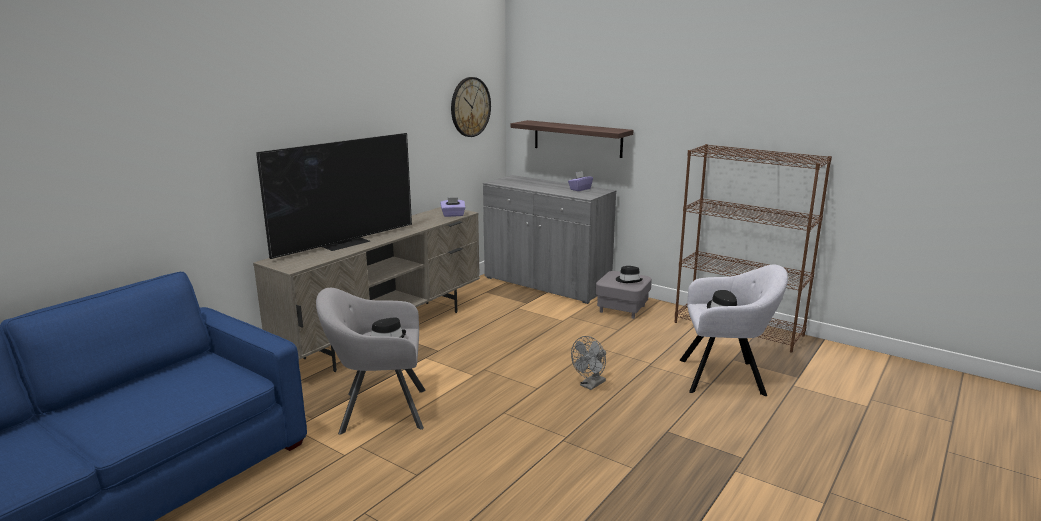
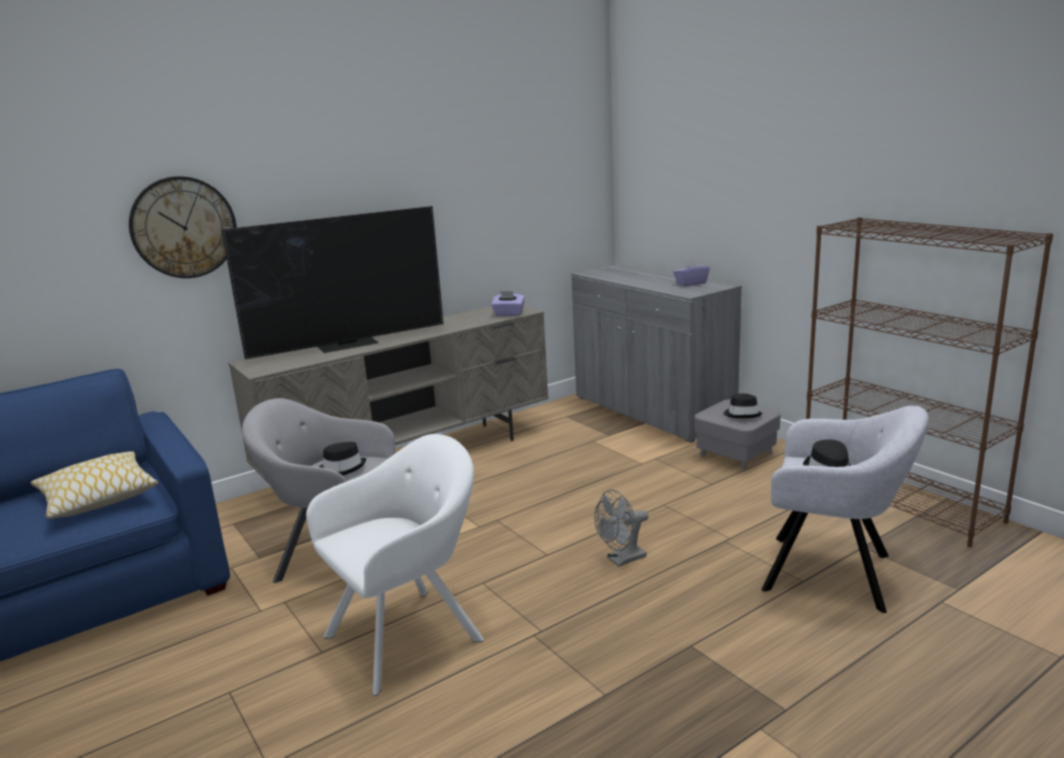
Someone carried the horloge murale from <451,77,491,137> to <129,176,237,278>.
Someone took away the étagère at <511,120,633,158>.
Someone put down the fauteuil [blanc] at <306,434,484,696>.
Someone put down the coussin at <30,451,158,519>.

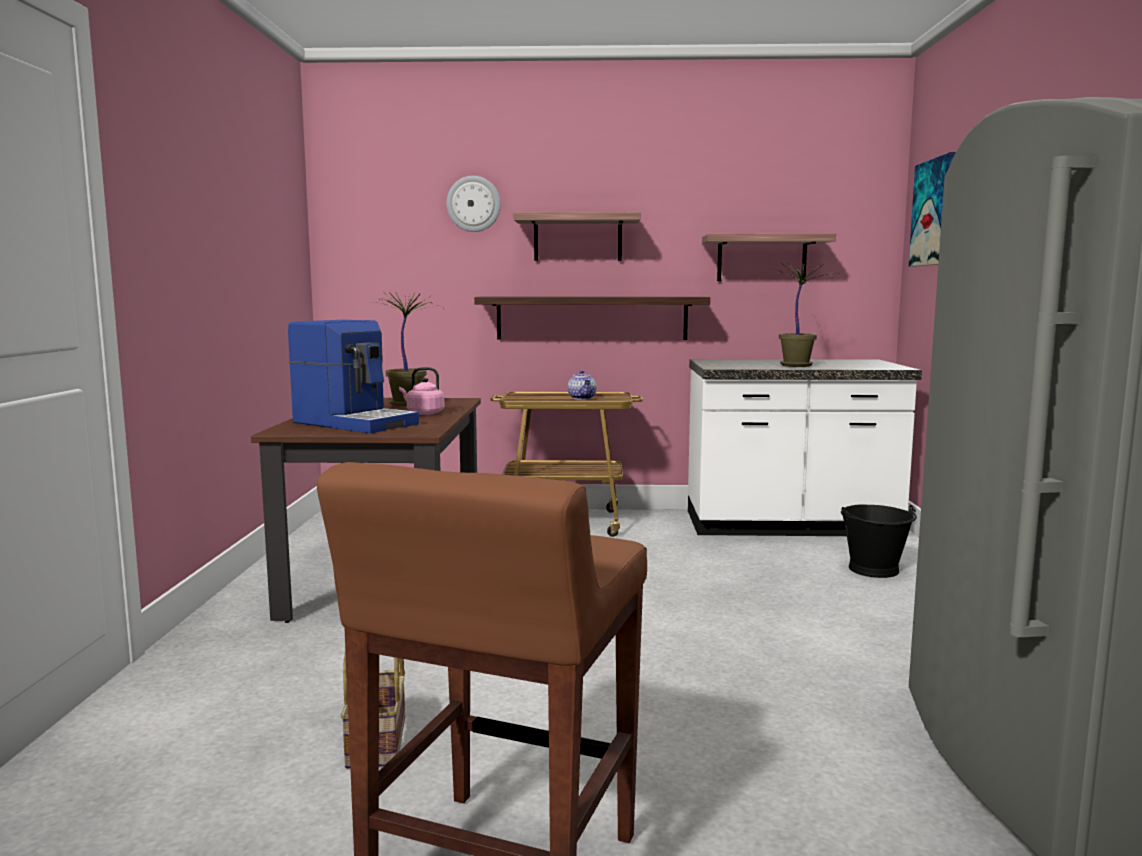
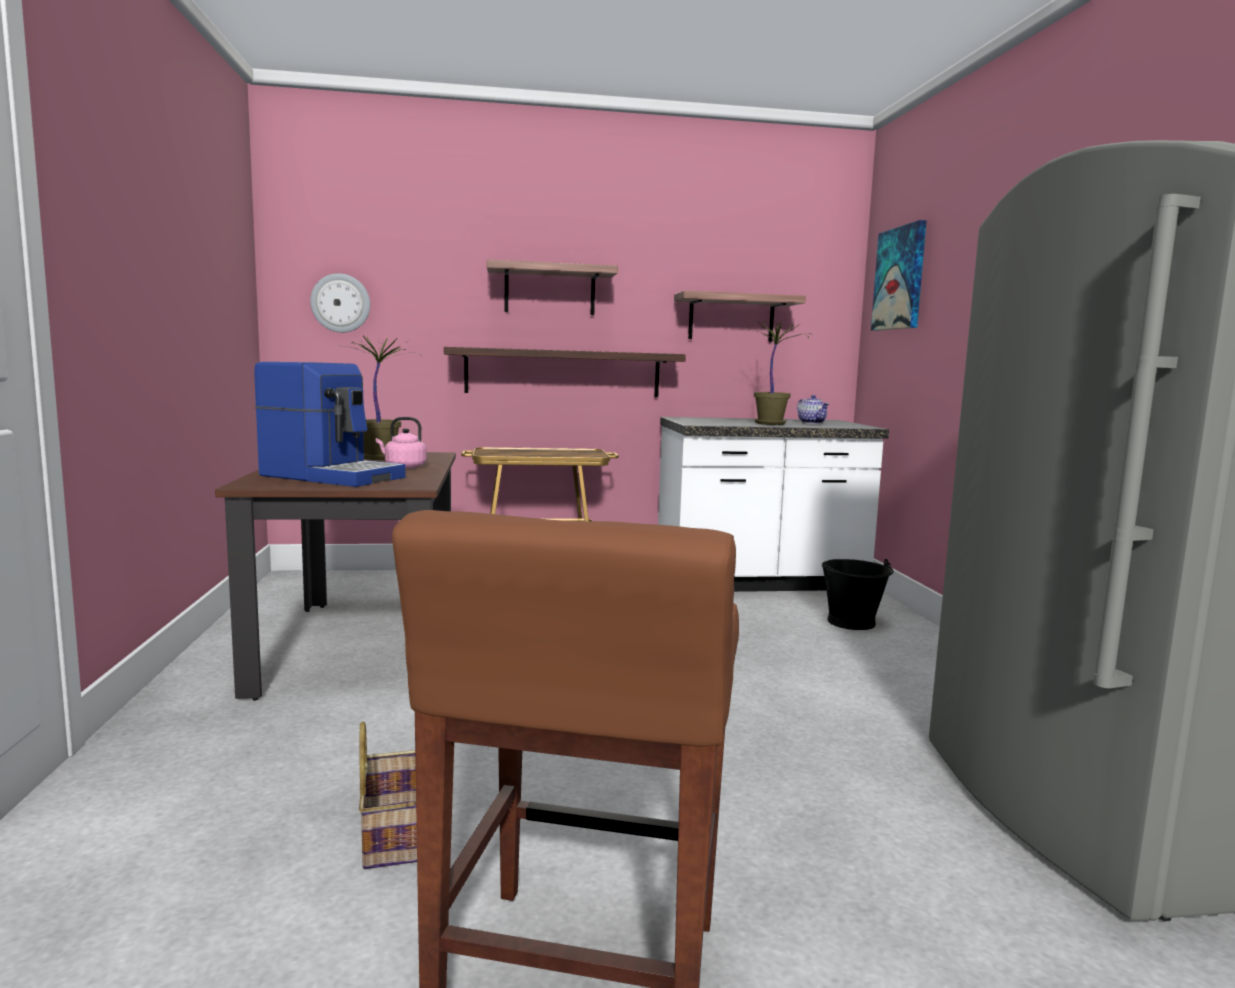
Someone carried the horloge murale from <446,176,501,232> to <310,273,370,333>.
Someone carried the théière from <568,370,597,400> to <797,395,829,424>.

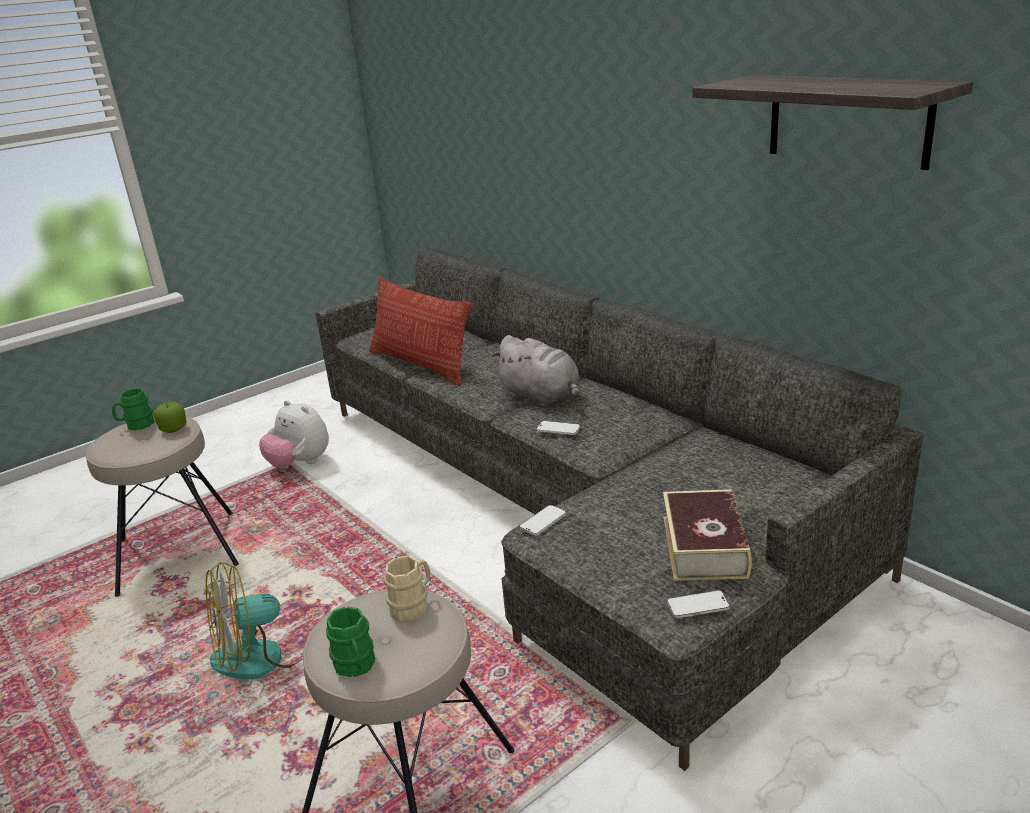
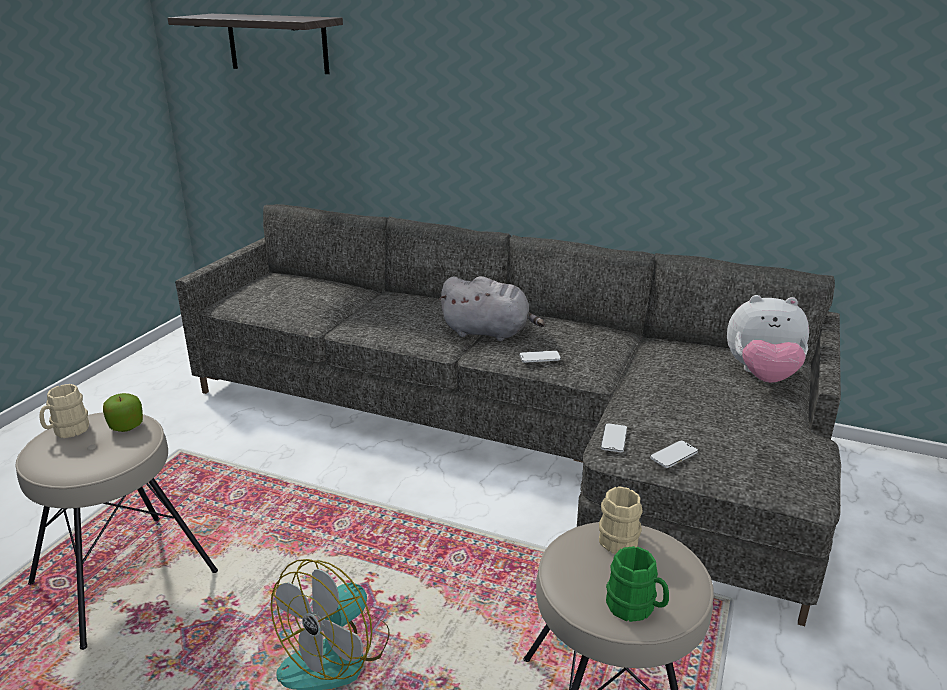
Someone carried the étagère from <692,75,973,170> to <168,14,343,74>.
Someone took away the coussin at <369,277,472,385>.
Someone repainted the mug [vert] at <112,388,155,430>, which became the mug [beige] at <39,384,89,438>.
Someone carried the peluche from <259,400,329,469> to <727,295,809,383>.
Someone took away the livre at <663,489,752,581>.
Someone carried the téléphone from <667,590,730,618> to <650,441,698,468>.

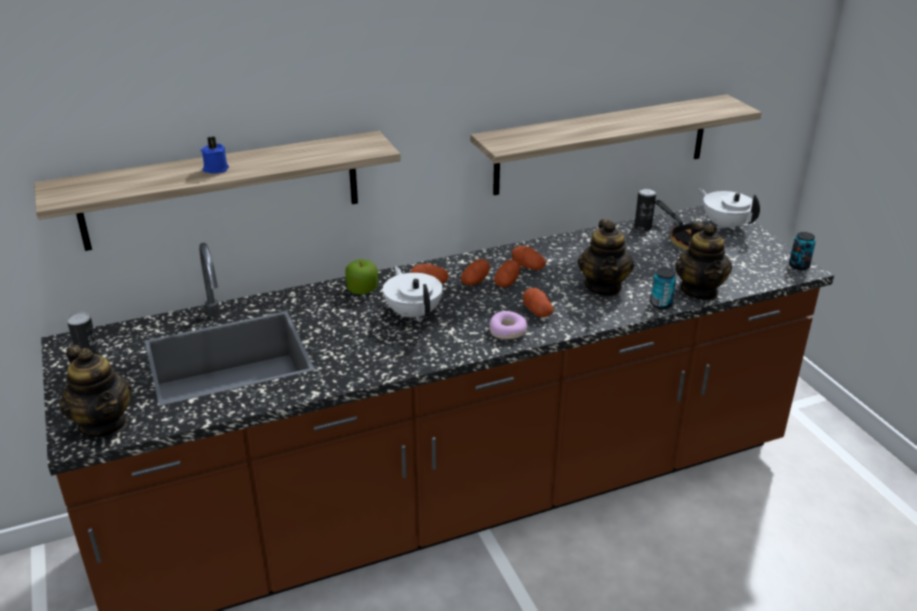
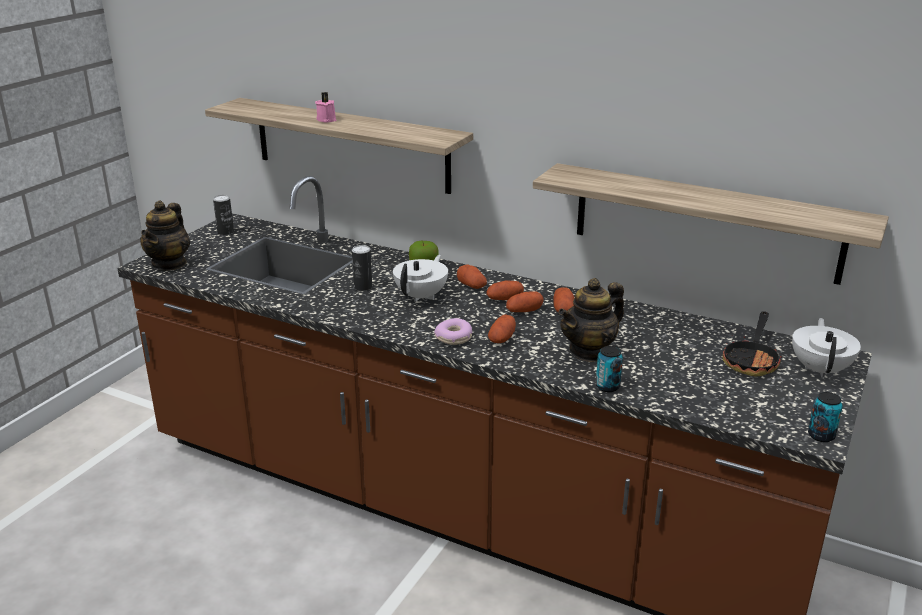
Someone repainted the bougie [bleu] at <201,136,229,174>, which became the bougie [rose] at <315,92,336,123>.
Someone carried the boîte métallique from <634,188,656,231> to <352,245,372,291>.
Someone took away the théière at <675,222,732,300>.

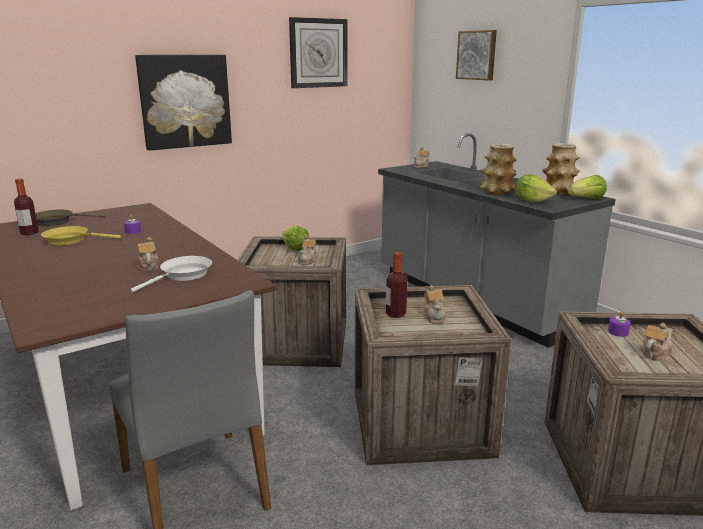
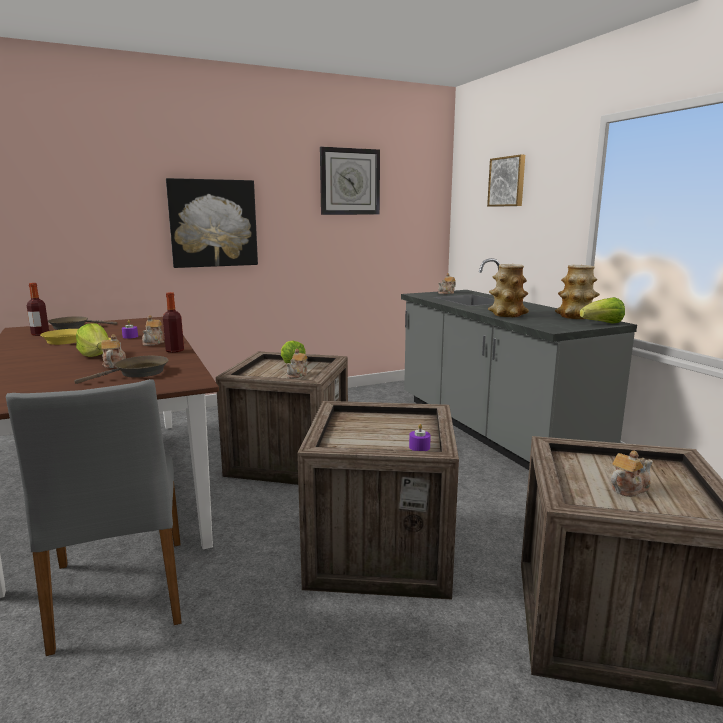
Someone carried the laitue from <515,174,557,203> to <76,323,109,357>.
Someone carried the bouteille from <386,252,407,318> to <163,292,184,353>.
Someone repainted the poêle [blanc] at <130,256,212,292>, which became the poêle [marron] at <74,356,169,384>.
Someone carried the théière from <424,285,446,324> to <142,315,164,346>.
Someone carried the bougie [violet] from <608,311,631,337> to <409,424,431,451>.

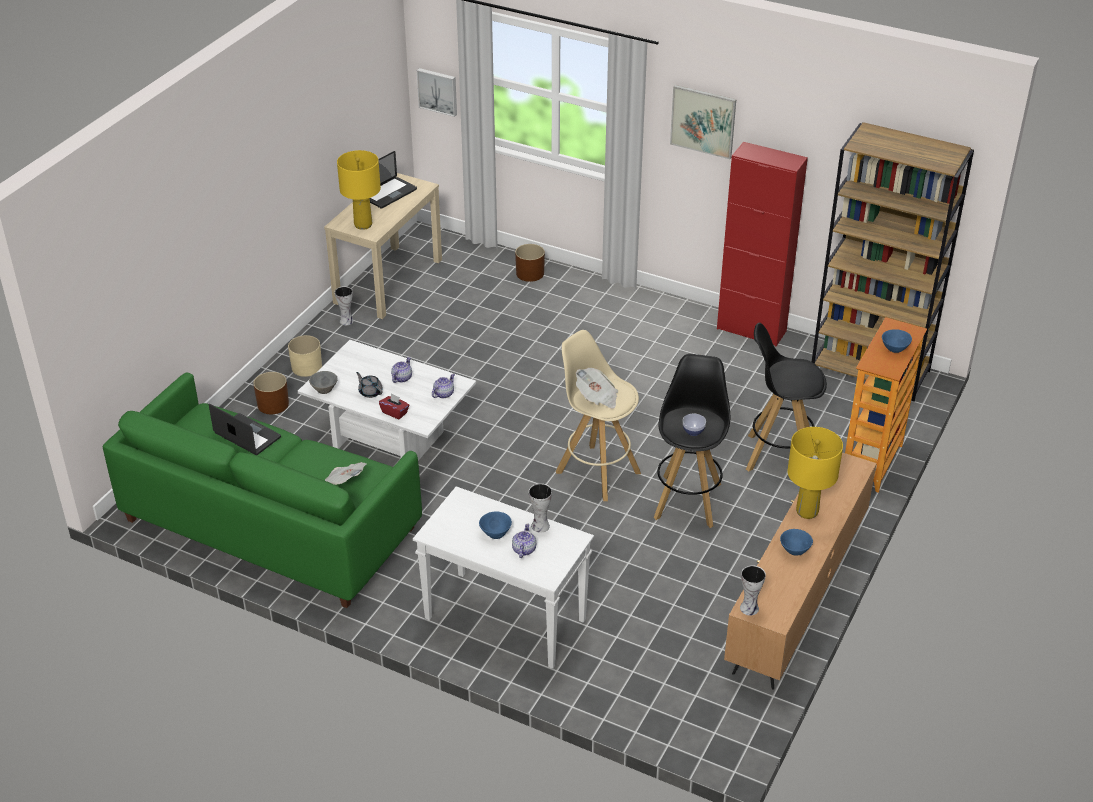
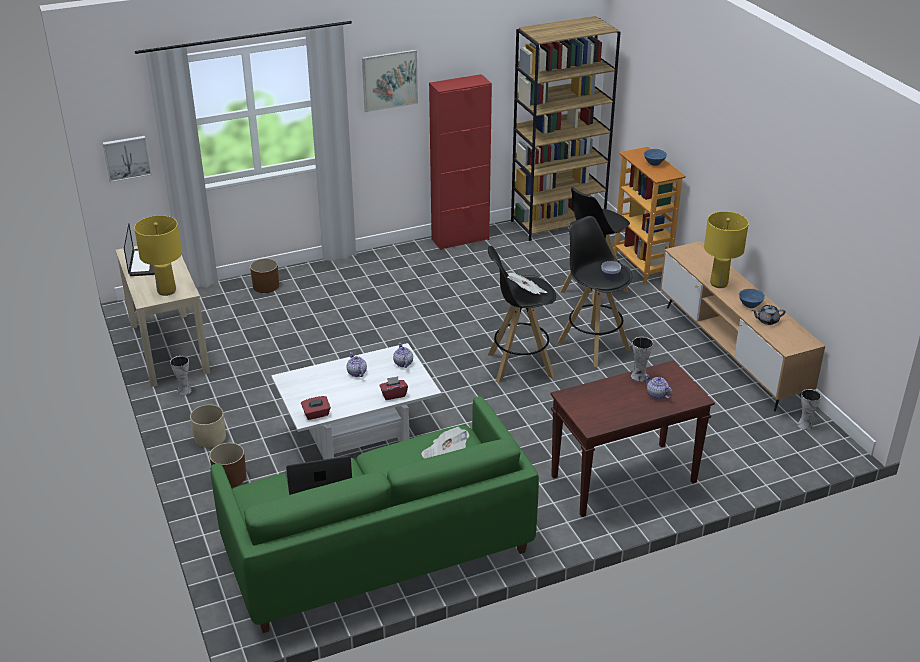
Someone repainted the tabouret [beige] at <556,330,641,501>, which became the tabouret [noir] at <488,246,556,383>.
Someone swapped the bol [gris] at <309,371,338,394> for the boîte à mouchoirs [rouge] at <301,396,331,420>.
Someone carried the théière [gris] from <356,372,383,398> to <751,305,786,325>.
Someone repainted the table console [blanc] at <413,486,594,669>, which became the table console [marron] at <550,360,715,517>.
Someone took away the bol [bleu] at <479,512,512,539>.
Someone carried the vase from <740,565,766,615> to <797,389,821,430>.

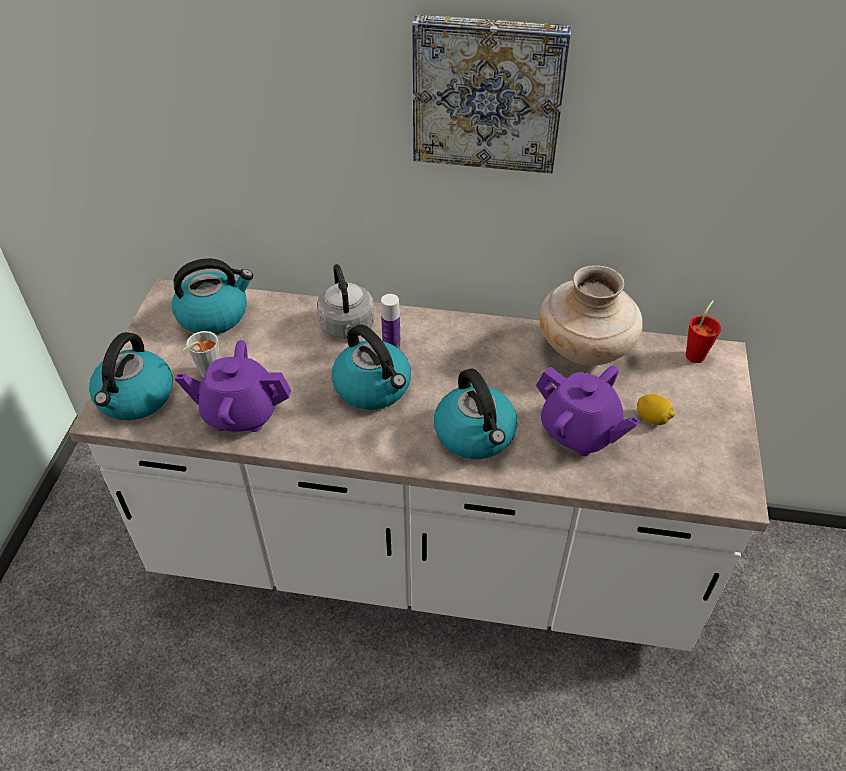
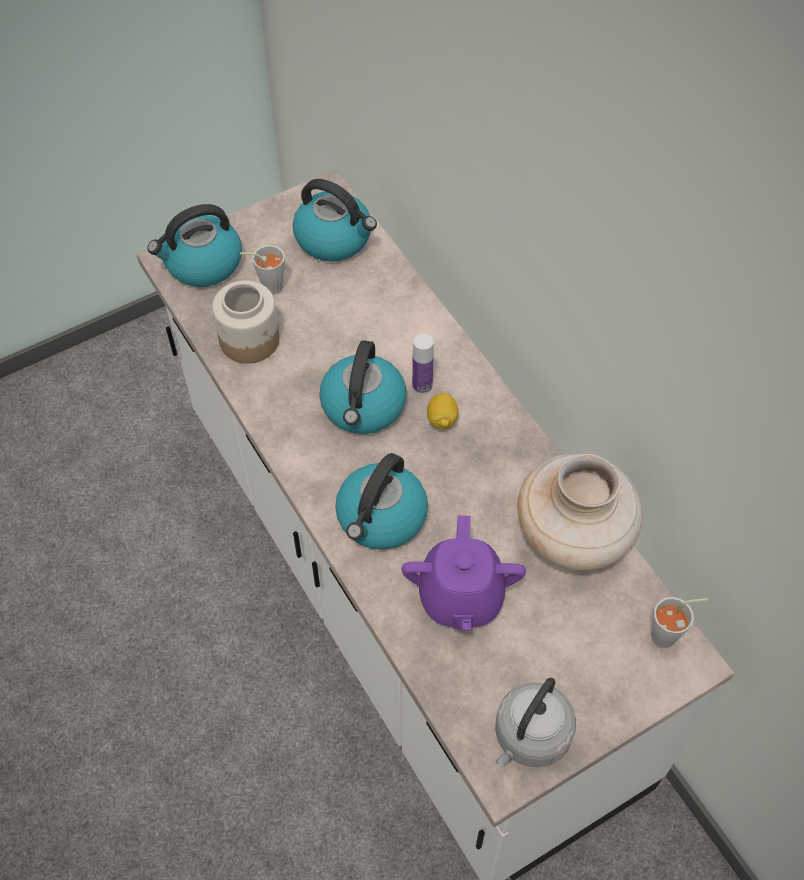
Someone took away the tableau at <412,14,571,174>.
Someone carried the bouilloire [gris] from <317,264,375,338> to <495,678,576,767>.
Someone repainted the tasse [rouge] at <686,300,721,363>, which became the tasse [gris] at <652,597,708,648>.
Someone swapped the théière [violet] at <175,340,291,432> for the bocal at <212,280,280,364>.
Someone carried the citron from <637,394,675,425> to <427,393,458,430>.

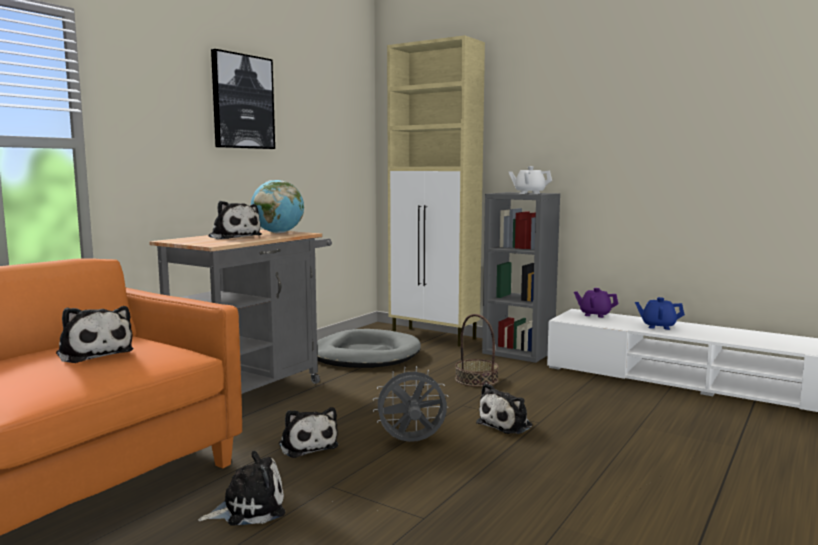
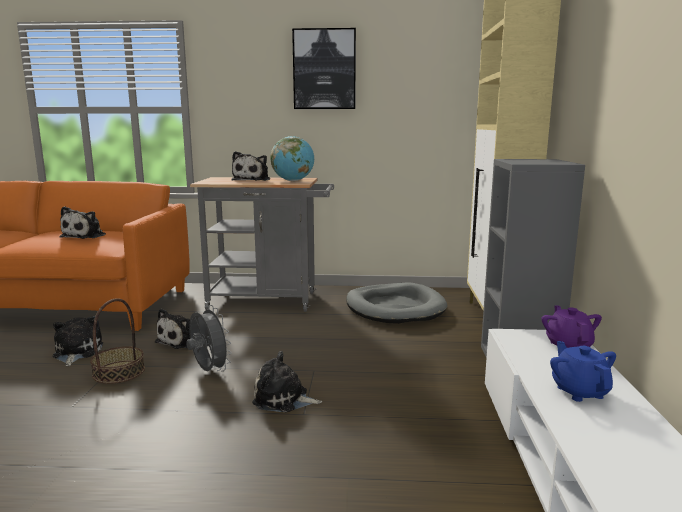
Someone took away the théière [blanc] at <509,166,552,194>.
Someone carried the panier from <455,314,499,387> to <90,298,145,384>.
Someone rotated the peluche at <198,451,285,526> by 135 degrees counterclockwise.

